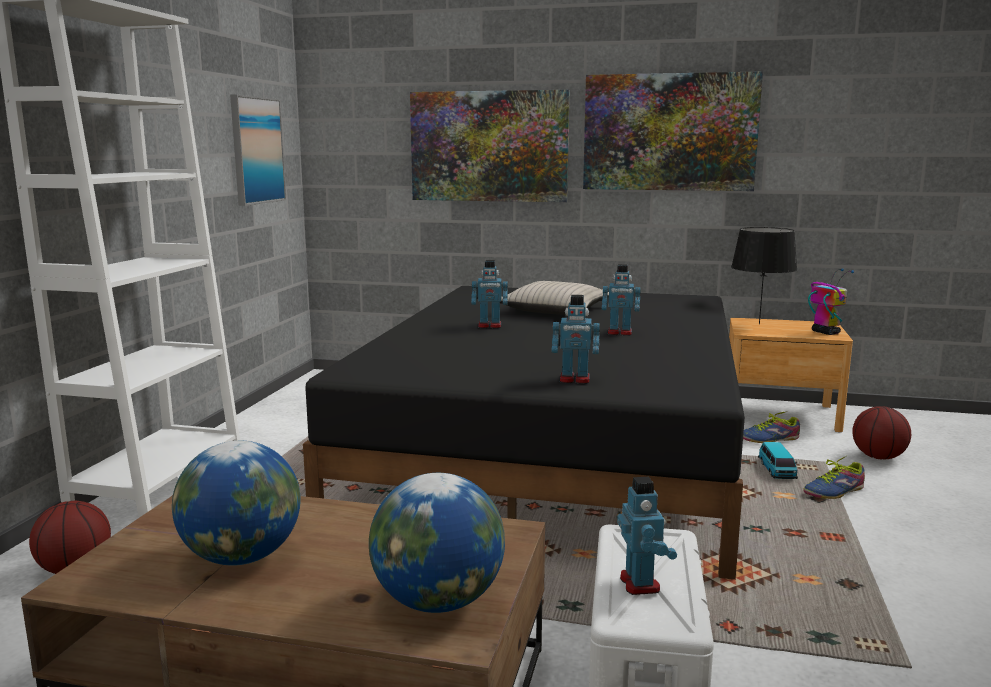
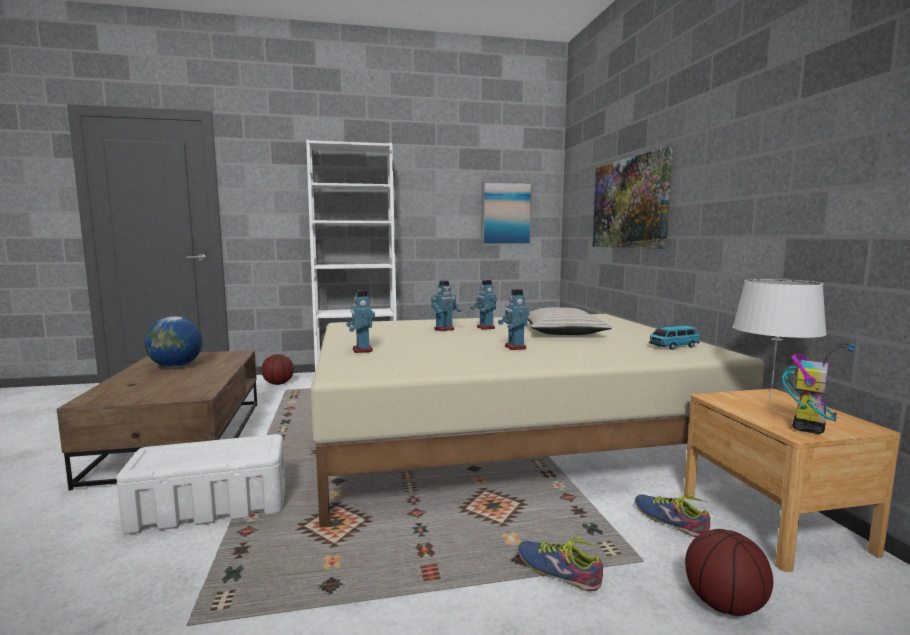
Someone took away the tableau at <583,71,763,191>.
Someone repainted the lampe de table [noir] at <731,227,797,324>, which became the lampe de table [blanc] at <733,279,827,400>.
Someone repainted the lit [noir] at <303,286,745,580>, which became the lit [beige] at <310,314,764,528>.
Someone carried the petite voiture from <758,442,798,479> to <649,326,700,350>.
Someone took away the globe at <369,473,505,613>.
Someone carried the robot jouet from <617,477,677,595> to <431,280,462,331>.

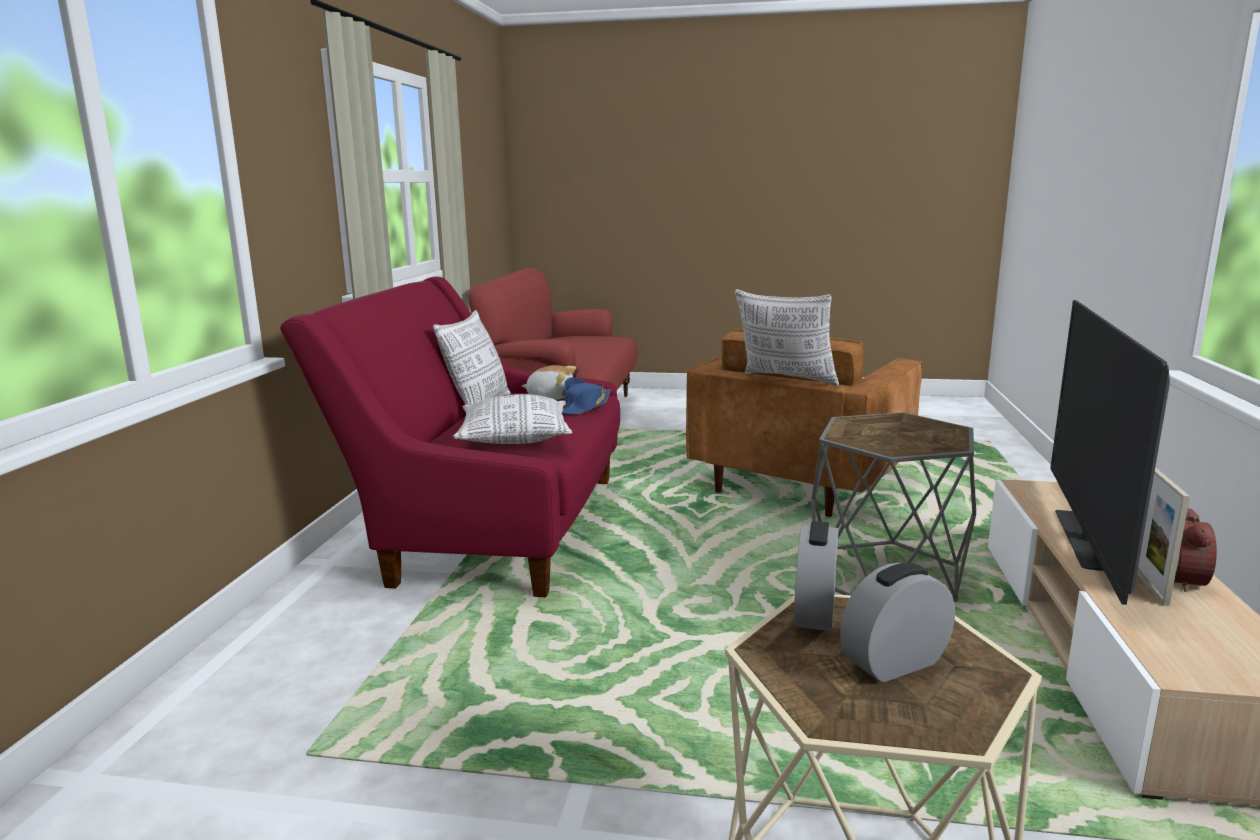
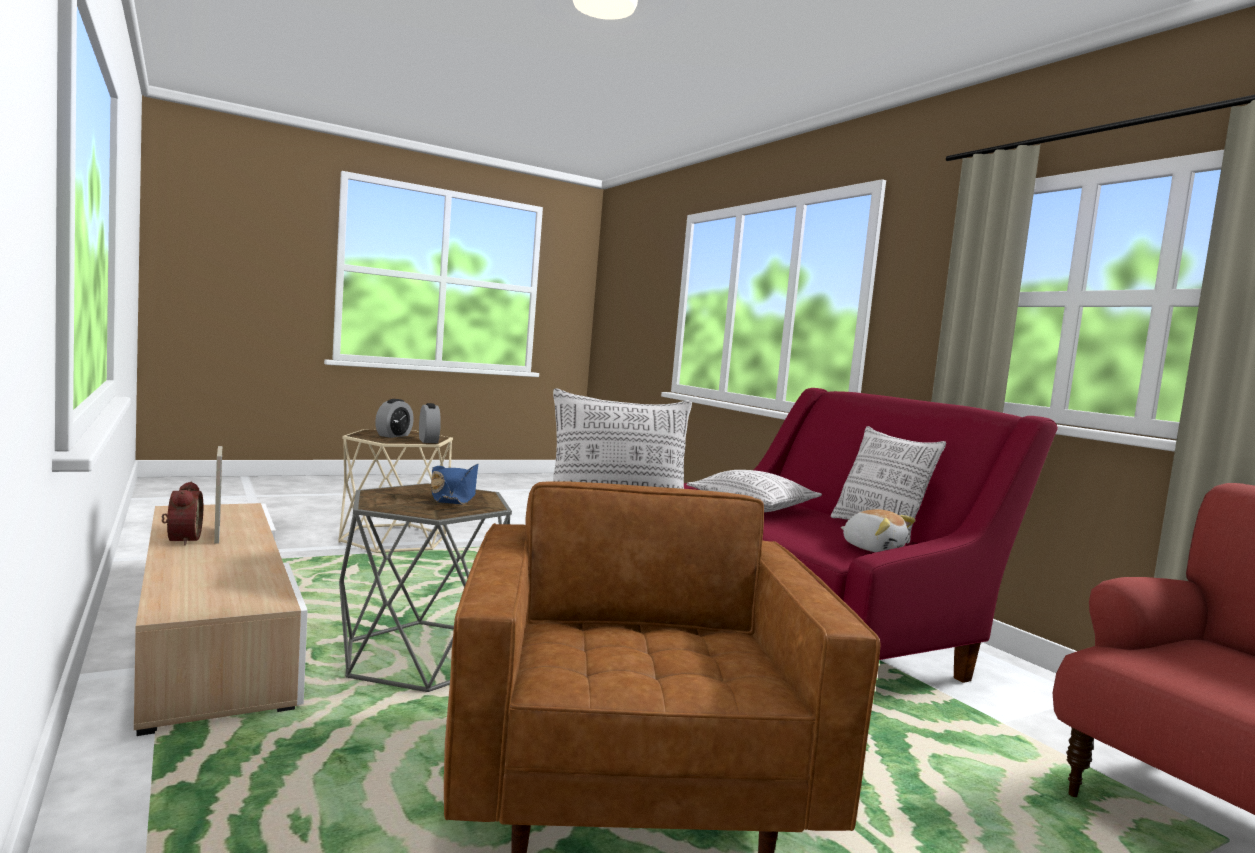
Someone took away the téléviseur at <1051,300,1170,605>.
Someone rotated the peluche at <522,365,576,400> by 105 degrees counterclockwise.
Someone carried the chapeau [bleu] from <562,377,611,415> to <431,464,478,504>.

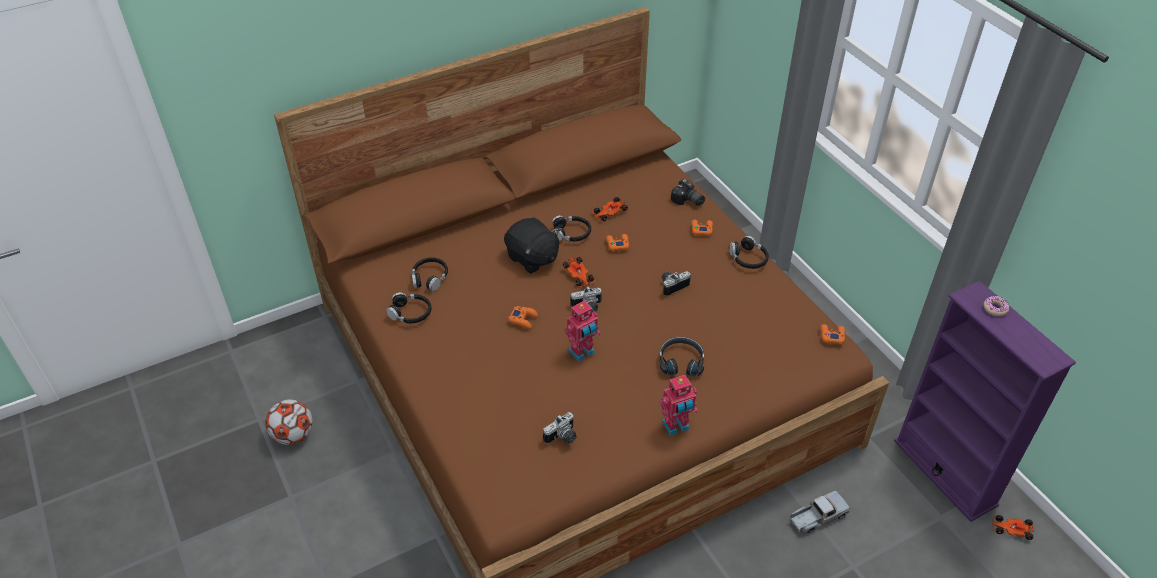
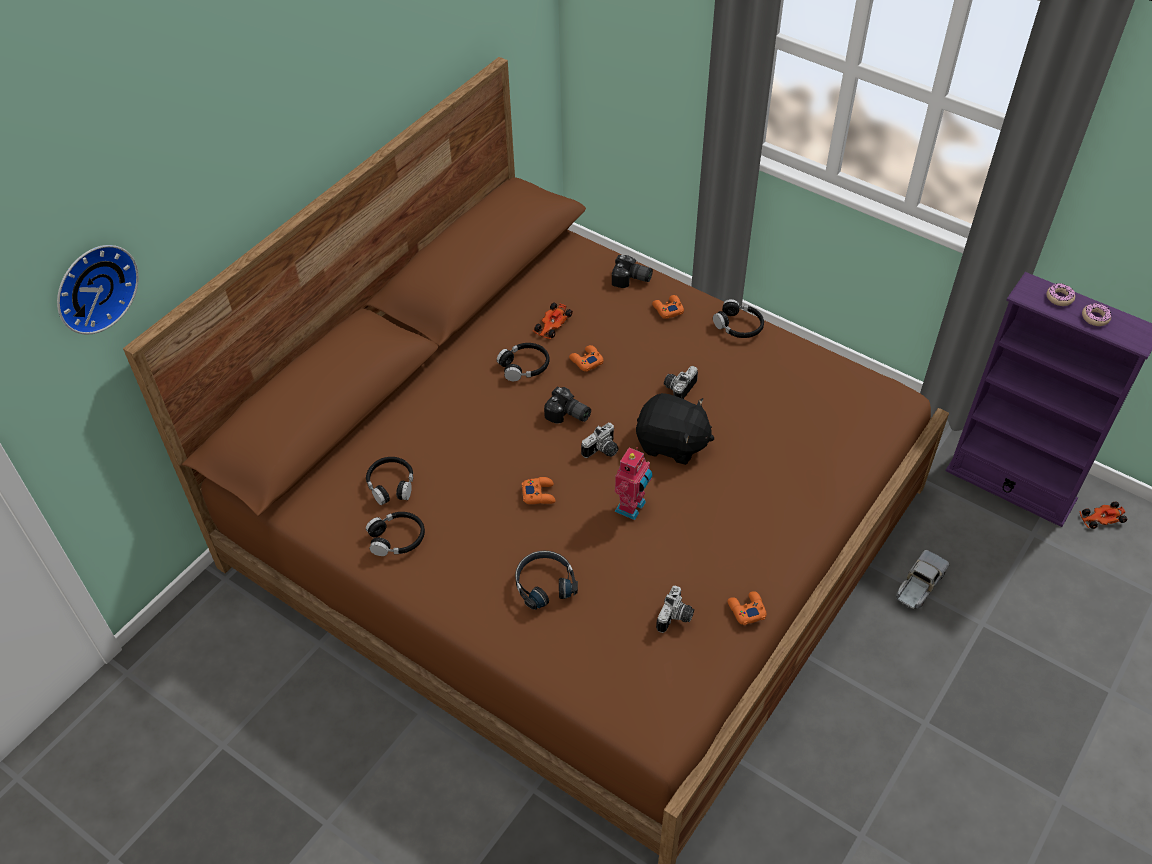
Someone carried the peluche [noir] from <504,218,560,274> to <636,393,714,465>.
Someone swapped the petite voiture at <563,257,595,287> for the appareil photo at <544,387,591,424>.
Someone carried the manette [orange] from <820,324,845,345> to <728,591,767,625>.
Someone carried the casque audio [noir] from <660,337,704,376> to <515,551,578,610>.
Someone took away the robot jouet at <660,375,698,436>.
Someone took away the ballon de foot at <265,399,313,445>.
Someone put up the horloge murale at <57,245,139,335>.
Someone put down the beignet at <1082,303,1111,326>.

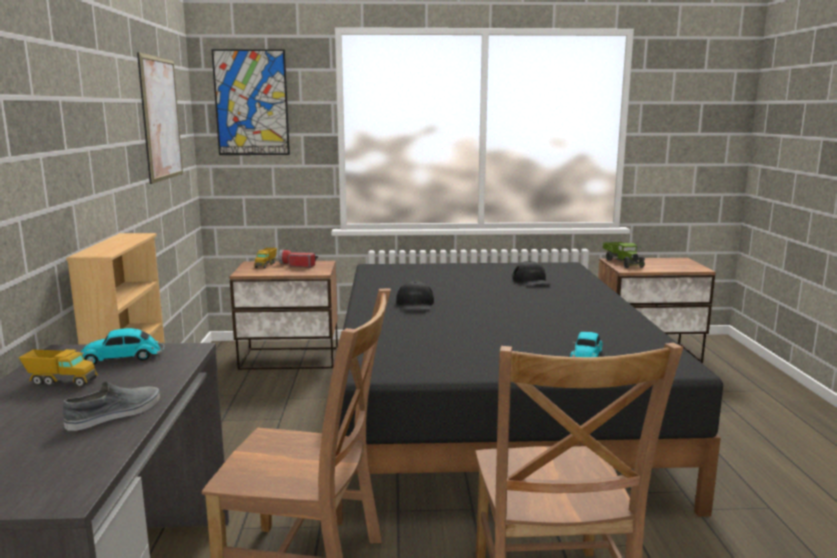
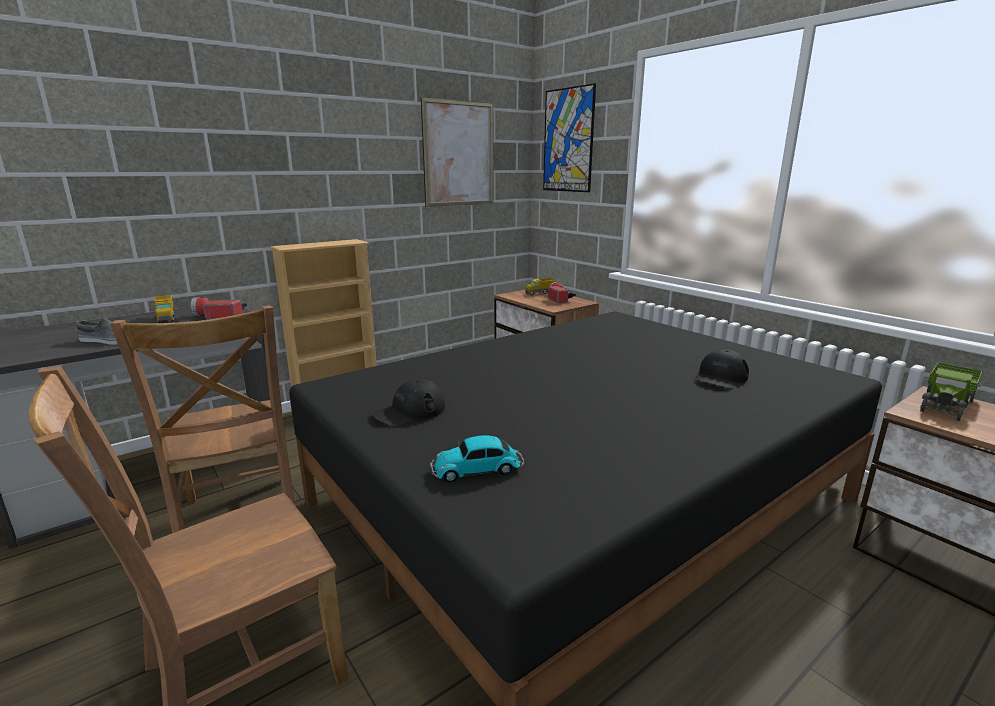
Someone carried the casquette [noir] from <396,281,434,310> to <371,379,445,426>.
Someone swapped the petite voiture at <78,328,164,365> for the lampe de poche at <191,297,247,319>.

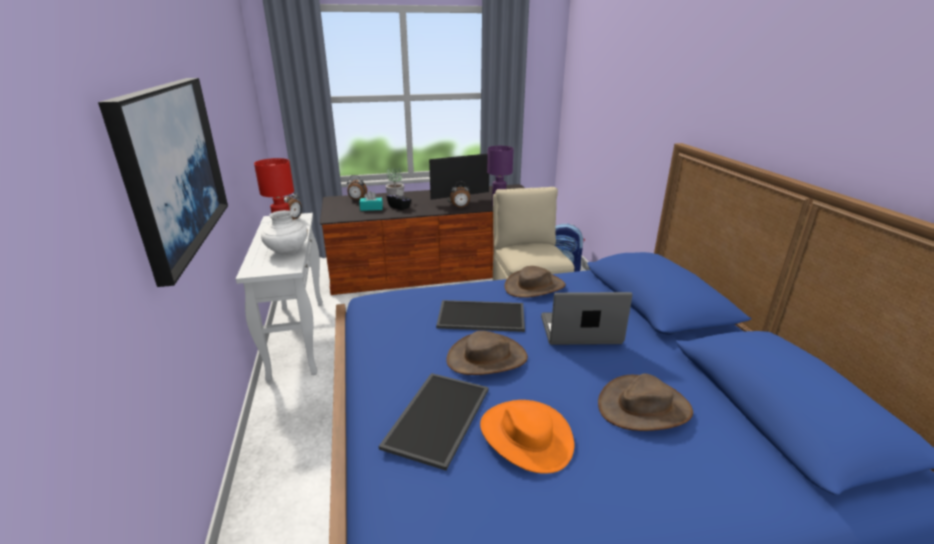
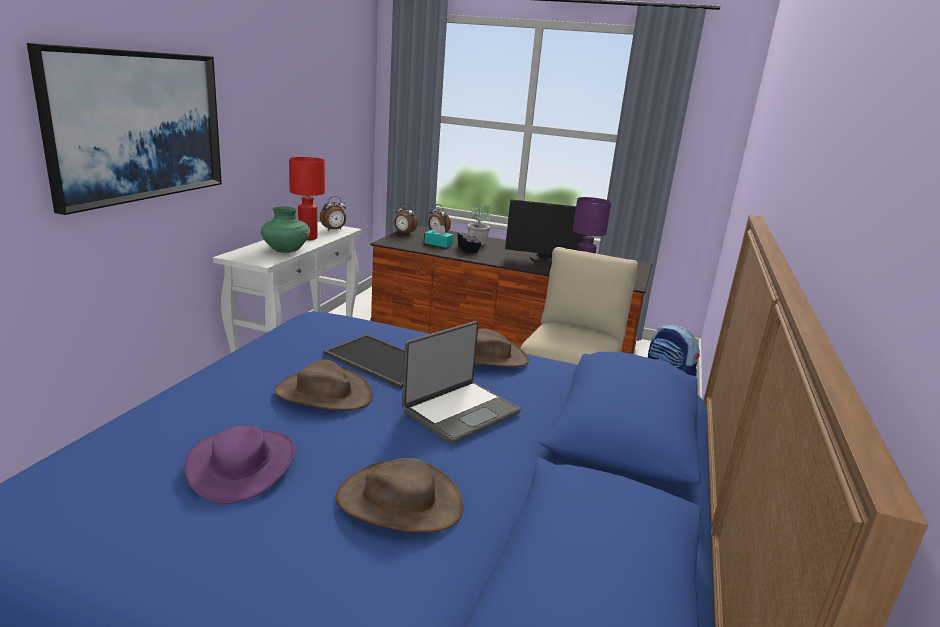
Someone carried the réveil from <450,182,470,208> to <394,203,418,235>.
Someone repainted the vase [blanc] at <261,210,308,255>, which became the vase [vert] at <261,207,310,253>.
Someone rotated the ordinateur portable at <541,292,632,345> by 105 degrees clockwise.
Someone took away the plateau at <379,373,489,471>.
Someone repainted the chapeau [orange] at <480,400,574,474>, which became the chapeau [violet] at <184,426,295,504>.

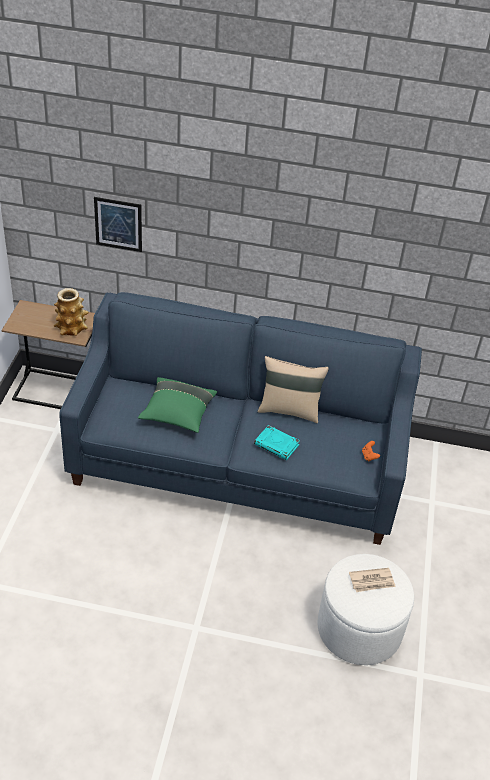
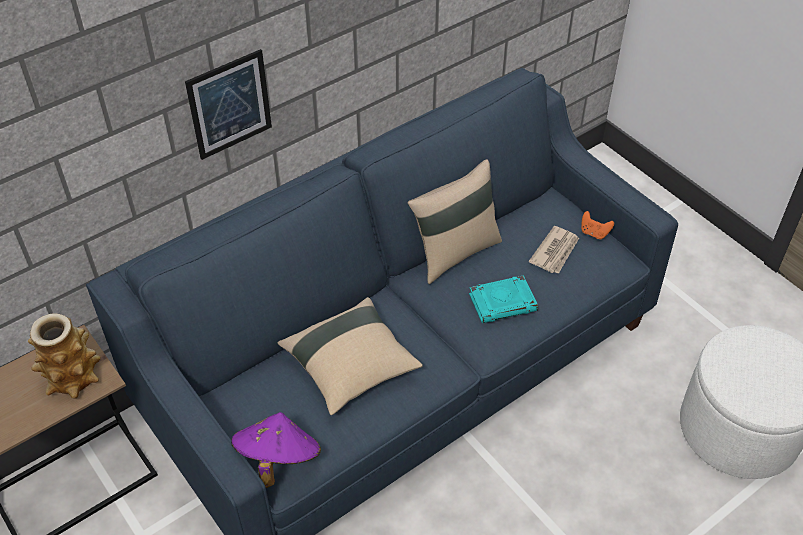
Someone carried the tableau from <94,197,142,252> to <185,49,272,160>.
Someone repainted the coussin [vert] at <138,377,217,433>, which became the coussin [beige] at <278,297,423,415>.
Someone carried the journal from <349,568,396,592> to <529,226,579,274>.
Someone put down the chapeau [violet] at <231,412,321,488>.

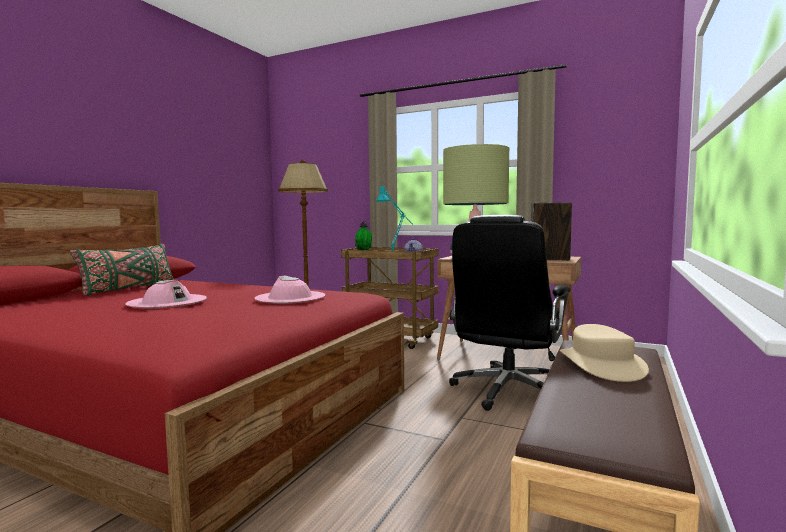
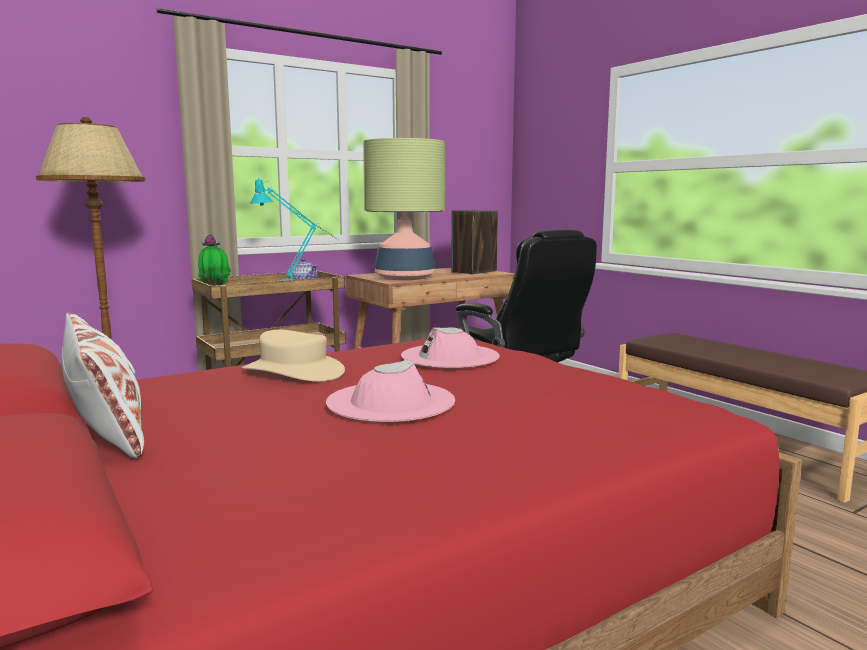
Someone repainted the coussin [vert] at <70,244,174,296>, which became the coussin [blanc] at <62,312,144,459>.
Someone carried the chapeau [beige] from <560,324,649,382> to <242,330,345,381>.

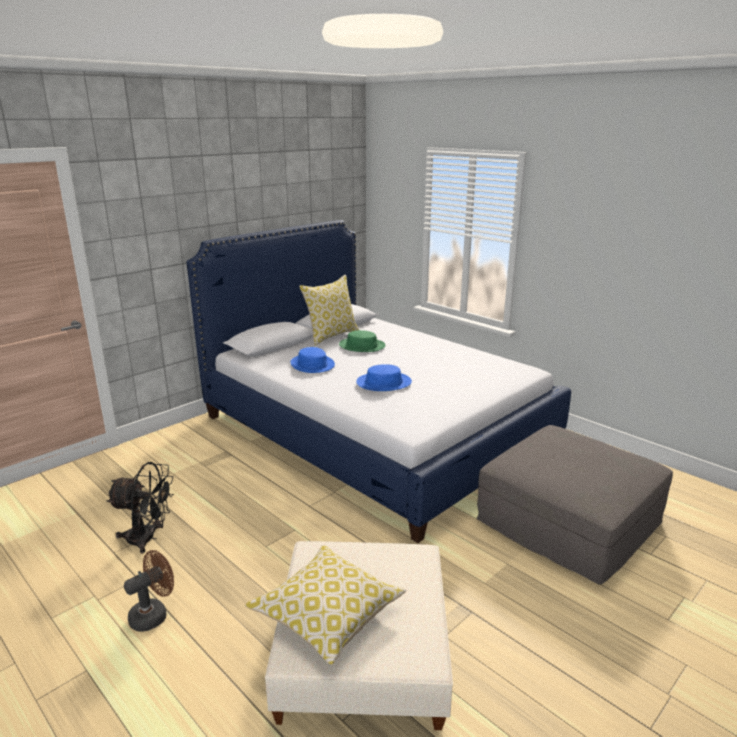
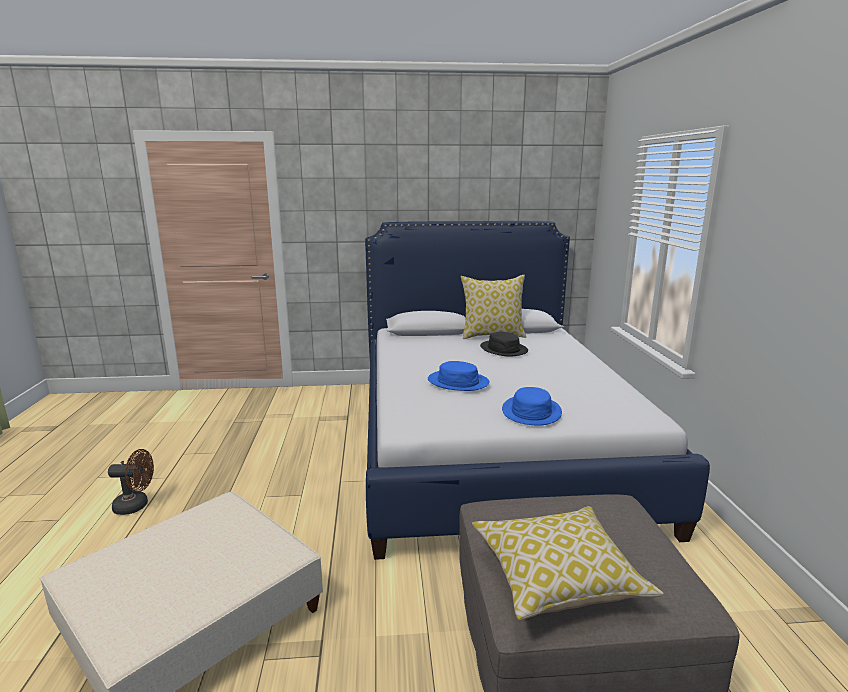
Someone repainted the chapeau [vert] at <339,330,386,352>, which became the chapeau [noir] at <480,332,528,356>.
Someone carried the chapeau [bleu] from <290,347,335,373> to <502,387,562,426>.
Someone took away the ventilateur [noir] at <107,462,174,553>.
Someone carried the coussin from <245,545,406,665> to <472,506,664,620>.

